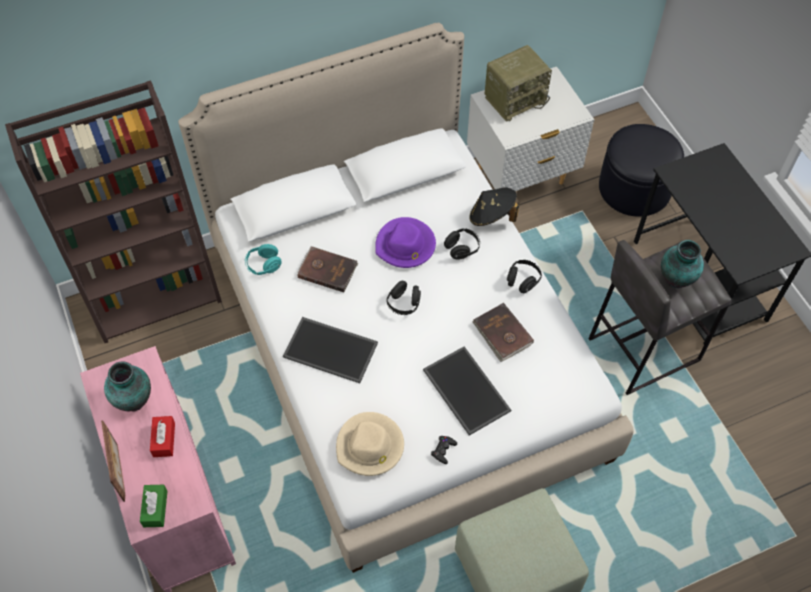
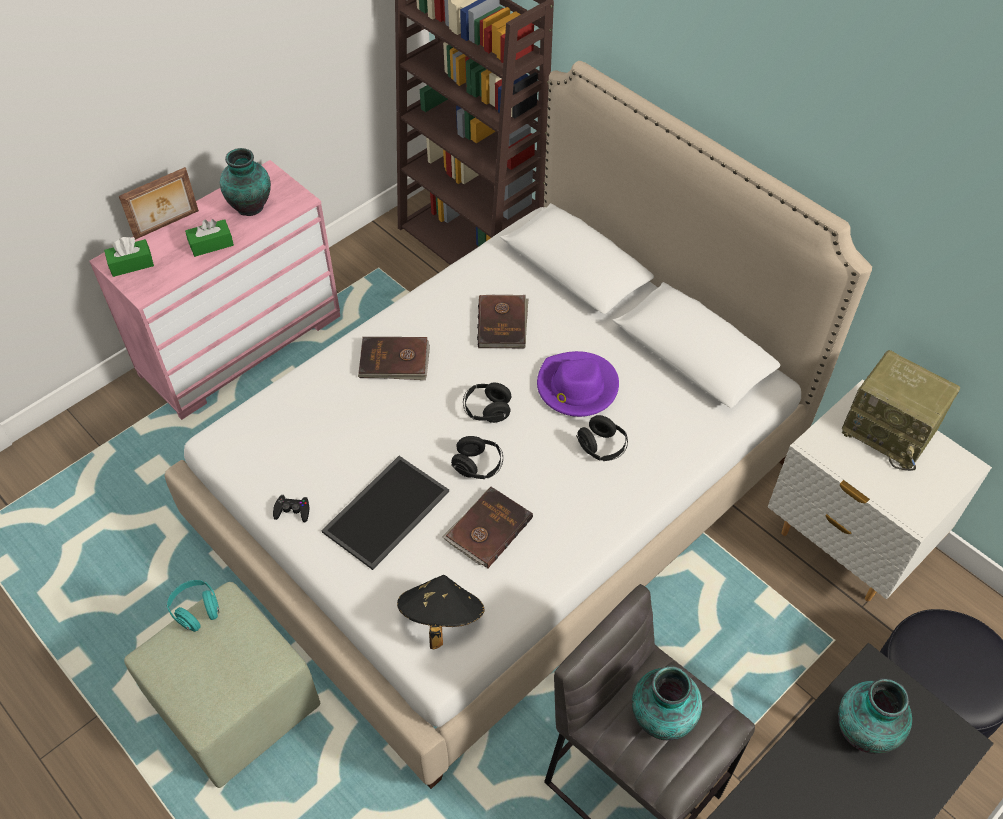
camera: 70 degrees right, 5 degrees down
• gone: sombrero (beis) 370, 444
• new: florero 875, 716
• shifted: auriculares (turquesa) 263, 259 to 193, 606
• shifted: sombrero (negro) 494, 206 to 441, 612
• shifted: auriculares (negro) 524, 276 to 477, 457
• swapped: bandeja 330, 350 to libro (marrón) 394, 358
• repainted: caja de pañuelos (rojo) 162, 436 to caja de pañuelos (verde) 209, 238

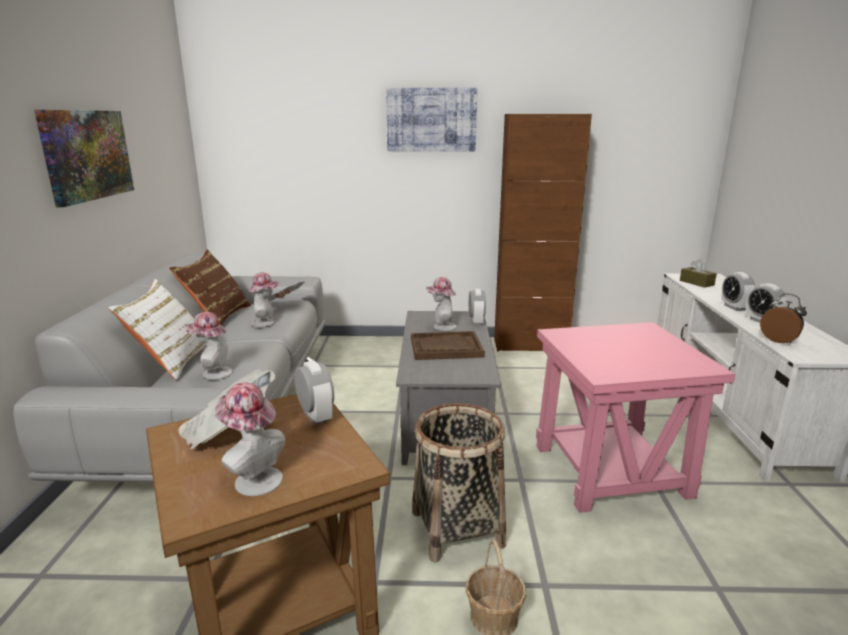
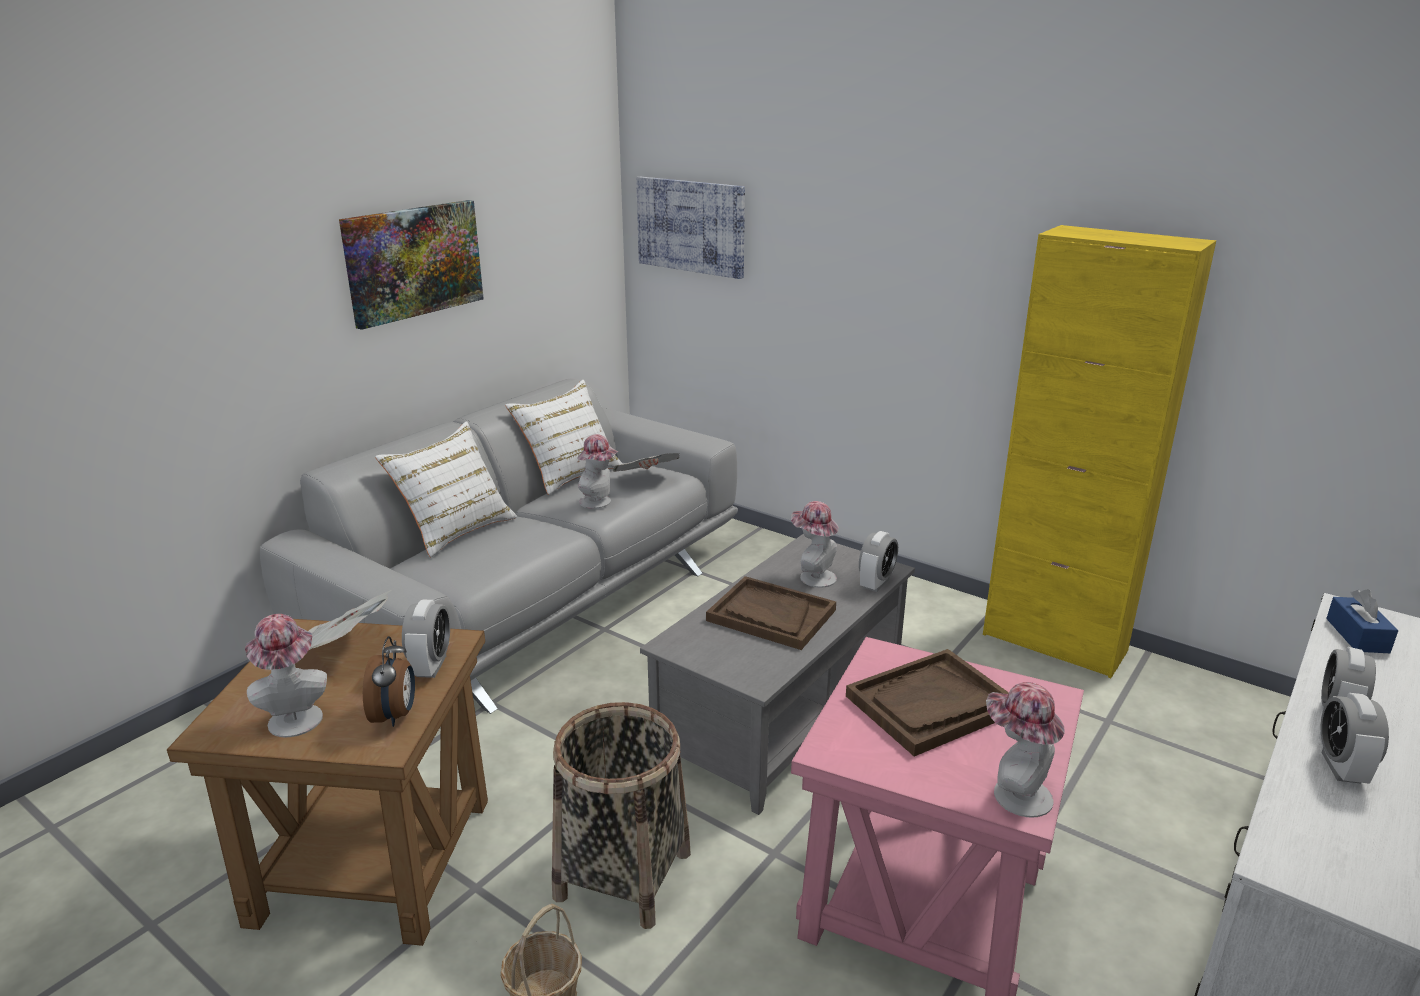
camera: 35 degrees right, 5 degrees up
• new: bandeja (marrón) 927, 702
• shifted: sombrero 209, 346 to 1025, 750
• shifted: cuadro 431, 120 to 690, 228
• shifted: despertador 783, 318 to 389, 681
• repainted: cojín (marrón) 210, 287 to cojín (blanco) 564, 437
• repainted: armario (marrón) 543, 233 to armario (amarillo) 1099, 451
• repainted: caja de pañuelos (marrón) 698, 273 to caja de pañuelos (azul) 1362, 621

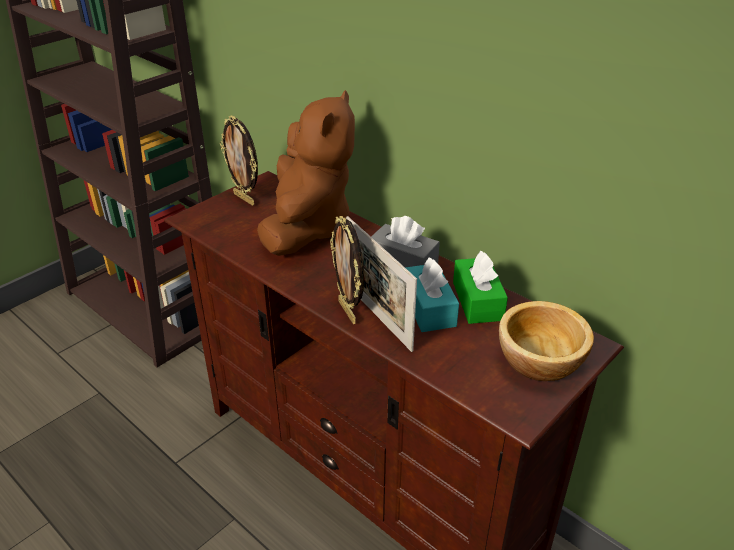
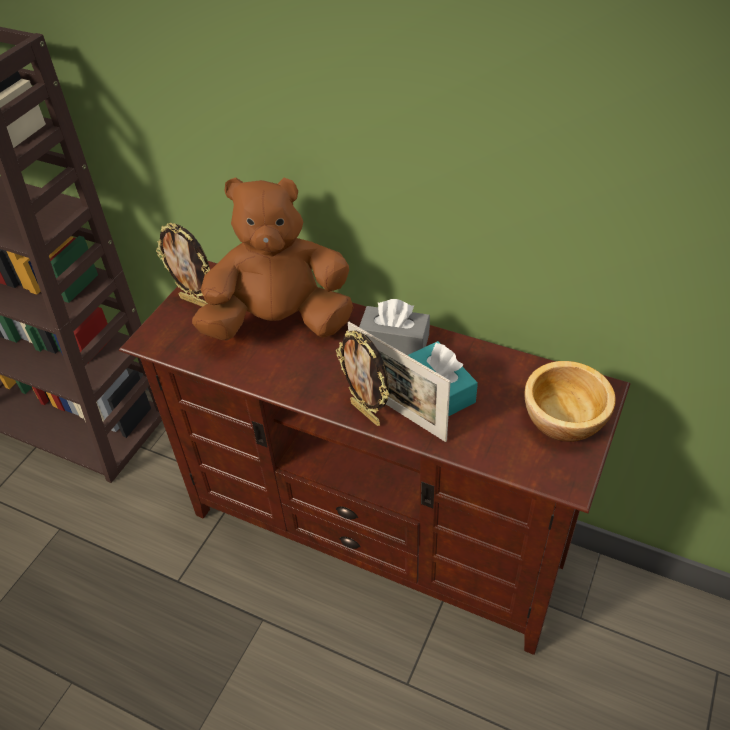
camera: 15 degrees left, 10 degrees up
• gone: caja de pañuelos (verde) 480, 287
• rotated: peluche (marrón) 306, 173 = 273, 258 90 degrees counterclockwise

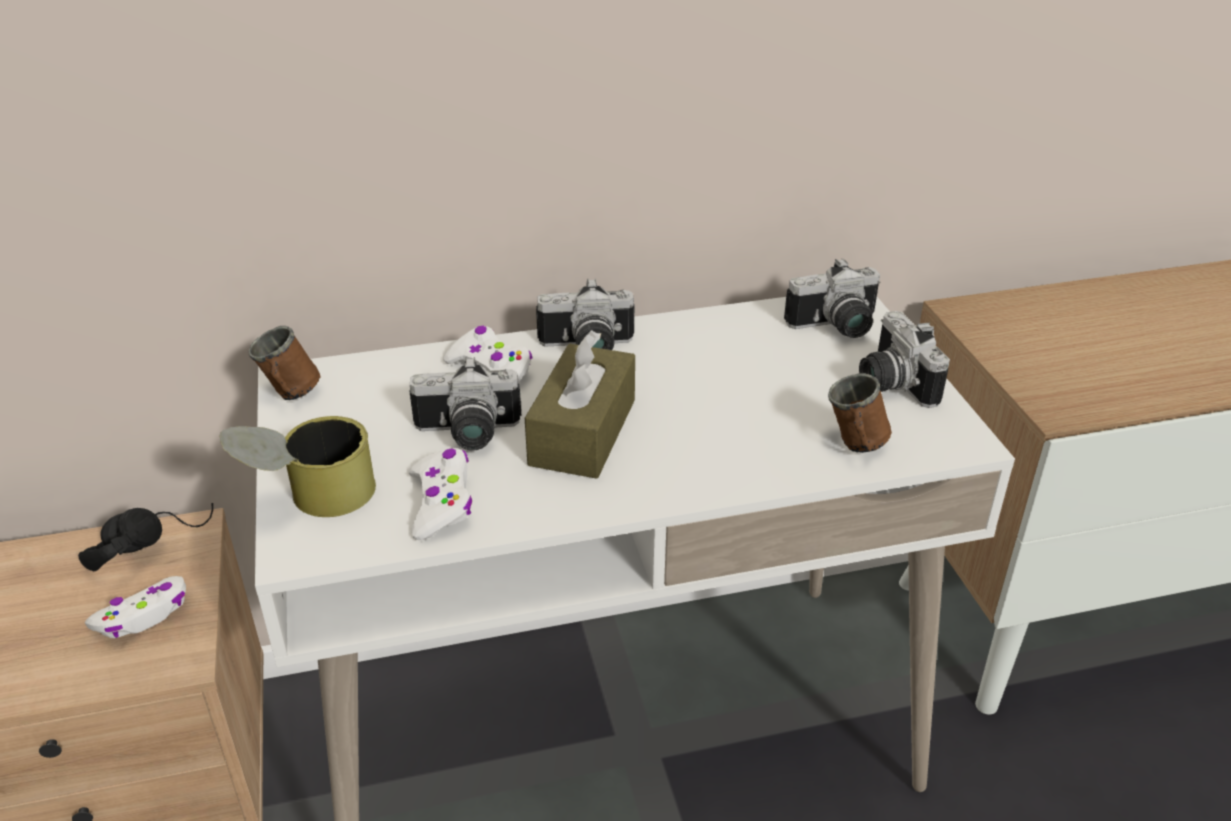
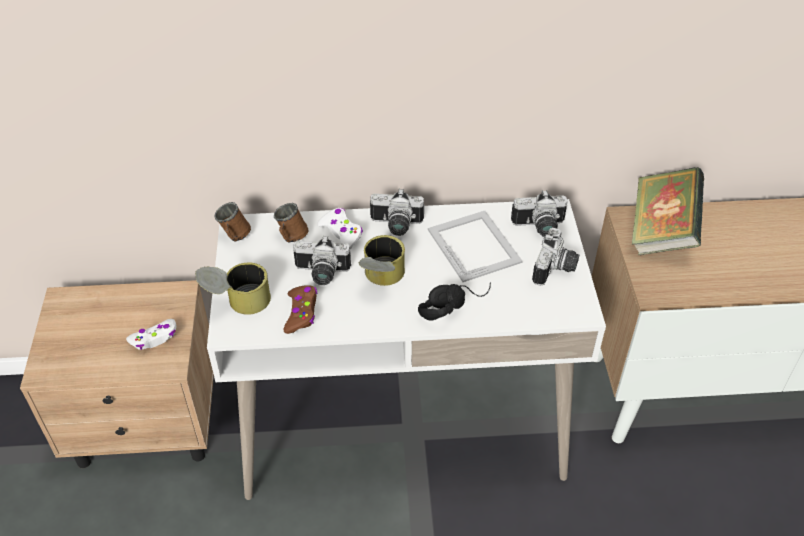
camera: 10 degrees right, 10 degrees up
• new: portarretratos 475, 246
• new: libro 668, 211
• shifted: auriculares (negro) 145, 537 to 454, 302
• shifted: taza grande (marrón) 860, 413 to 291, 223
• swapped: caja de pañuelos (marrón) 580, 404 to lata 381, 260
• repainted: mando de consola (blanco) 440, 494 to mando de consola (marrón) 300, 309
• rotated: cámara 904, 359 = 555, 257 150 degrees counterclockwise

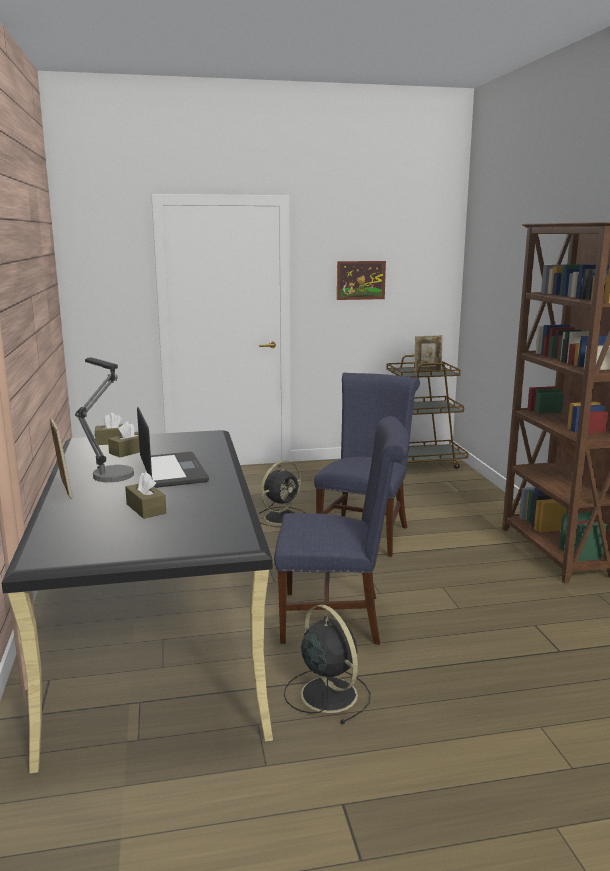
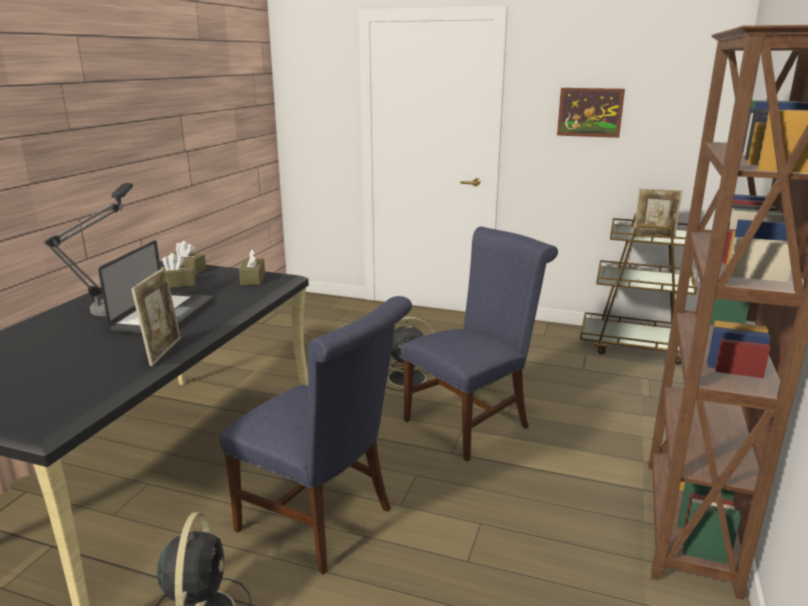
camera: 30 degrees right, 5 degrees up
• shifted: portarretratos 61, 458 to 156, 317
• shifted: caja de pañuelos (marrón) 145, 495 to 252, 267

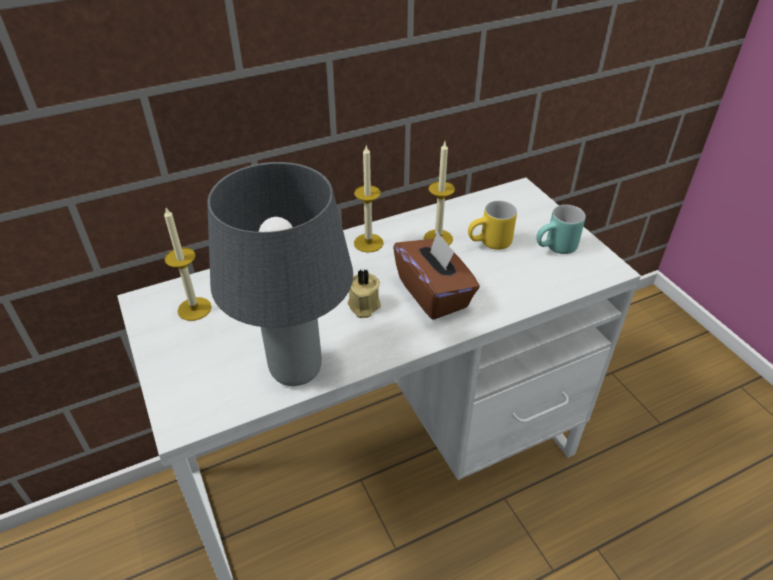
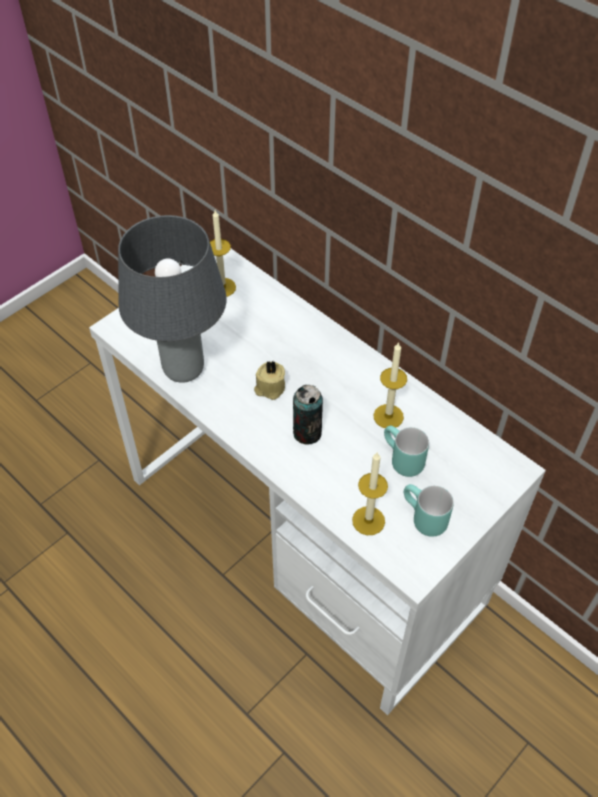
camera: 70 degrees right, 10 degrees up
• shifted: vela 368, 198 to 370, 493
• swapped: caja de pañuelos (marrón) 436, 275 to lata 308, 415
• repainted: taza grande (amarillo) 492, 225 to taza grande (turquesa) 406, 451

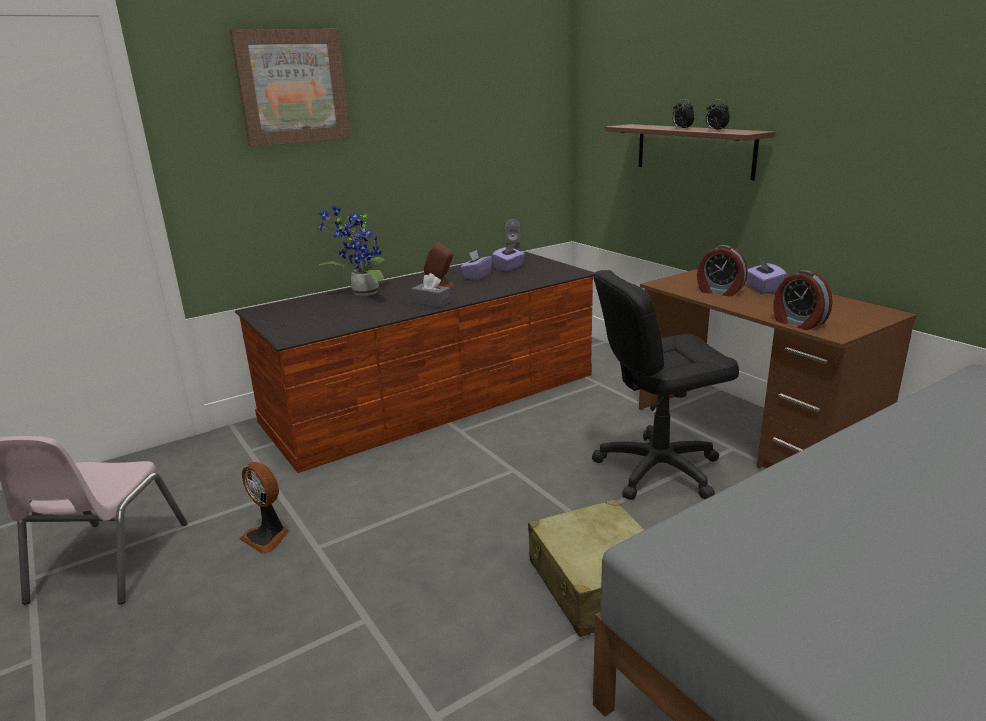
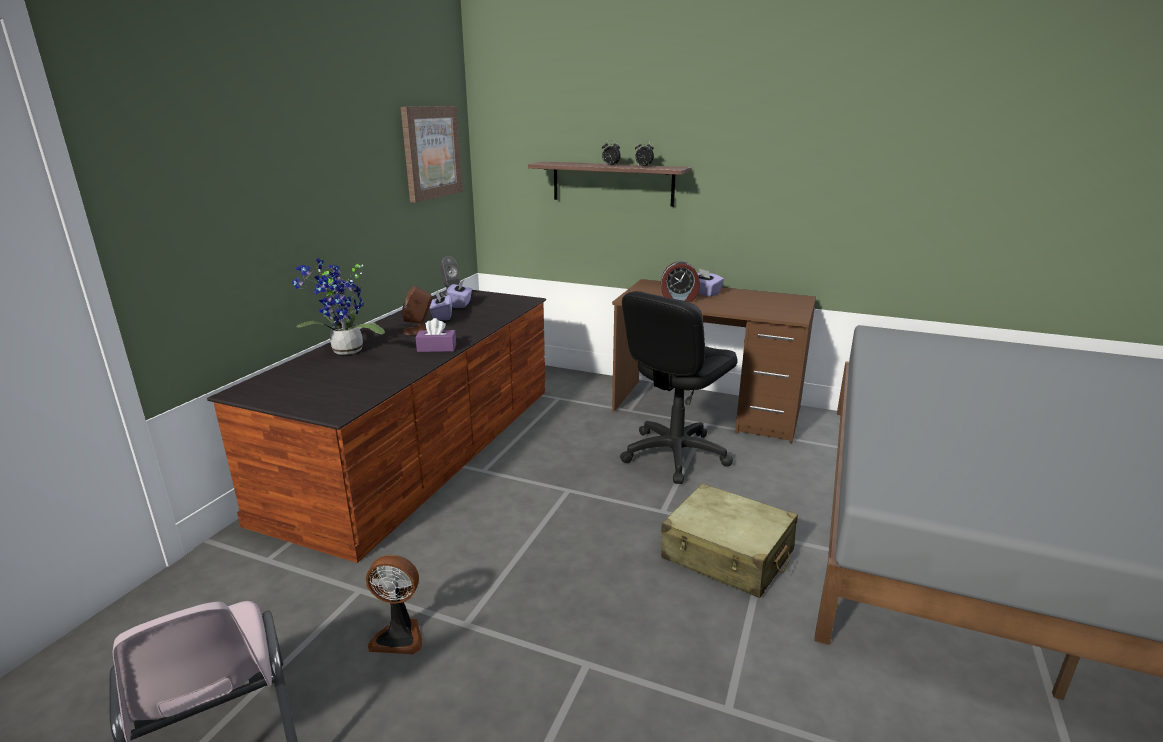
camera: 35 degrees left, 0 degrees up
• gone: despertador 803, 300
• shifted: cuadro 290, 88 to 432, 154
• repainted: caja de pañuelos (gris) 431, 290 to caja de pañuelos (morado) 436, 335

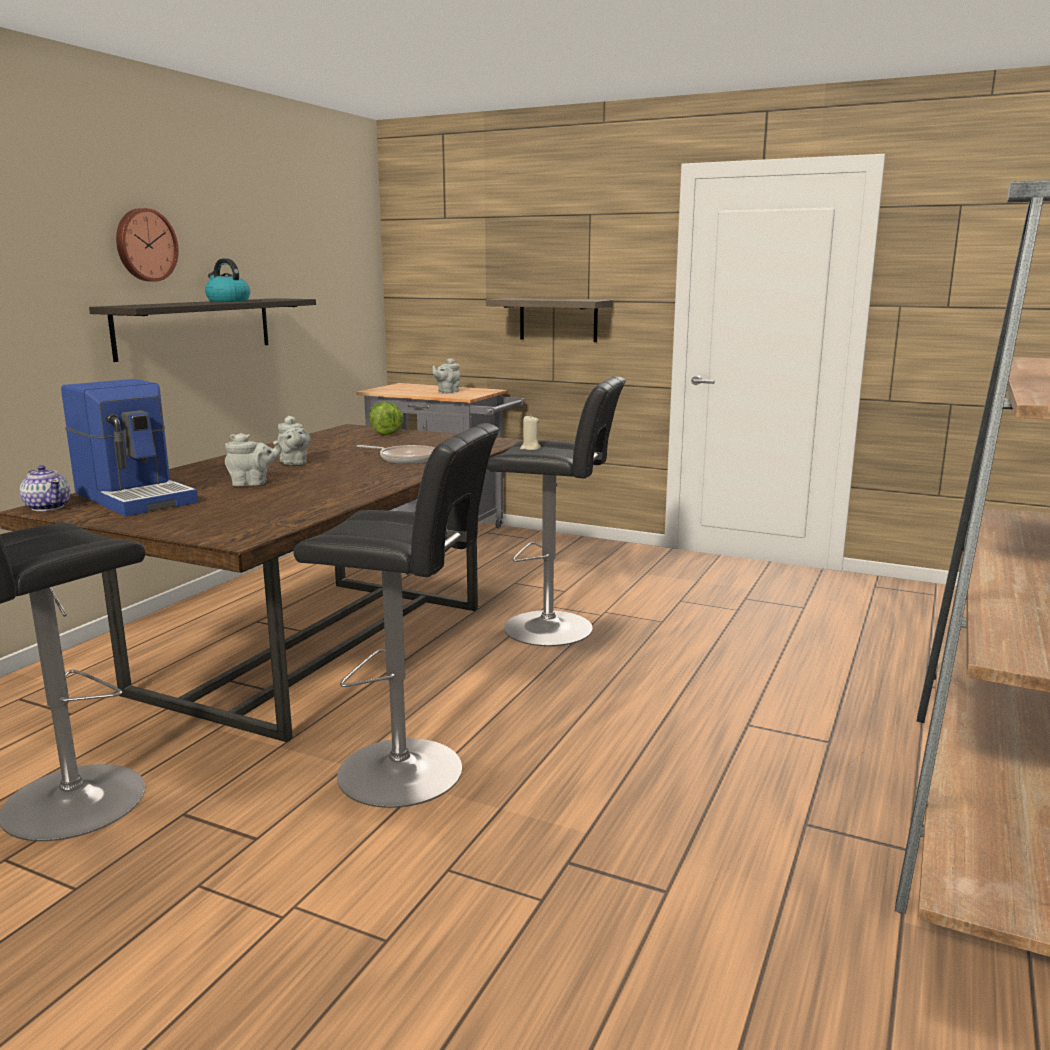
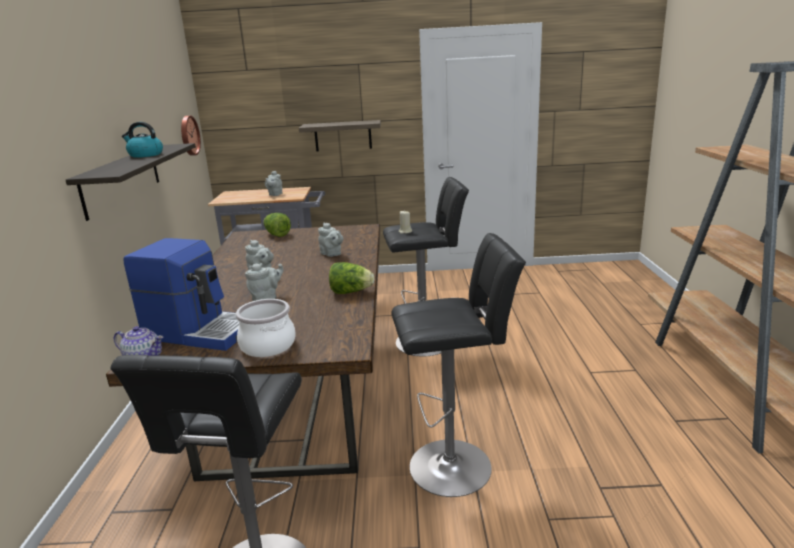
camera: 25 degrees left, 5 degrees up
• new: olla 266, 328
• new: lechuga 352, 278
• shifted: reloj de pared 147, 245 to 191, 136
• swapped: sartén 395, 454 to tetera (gris) 330, 240

